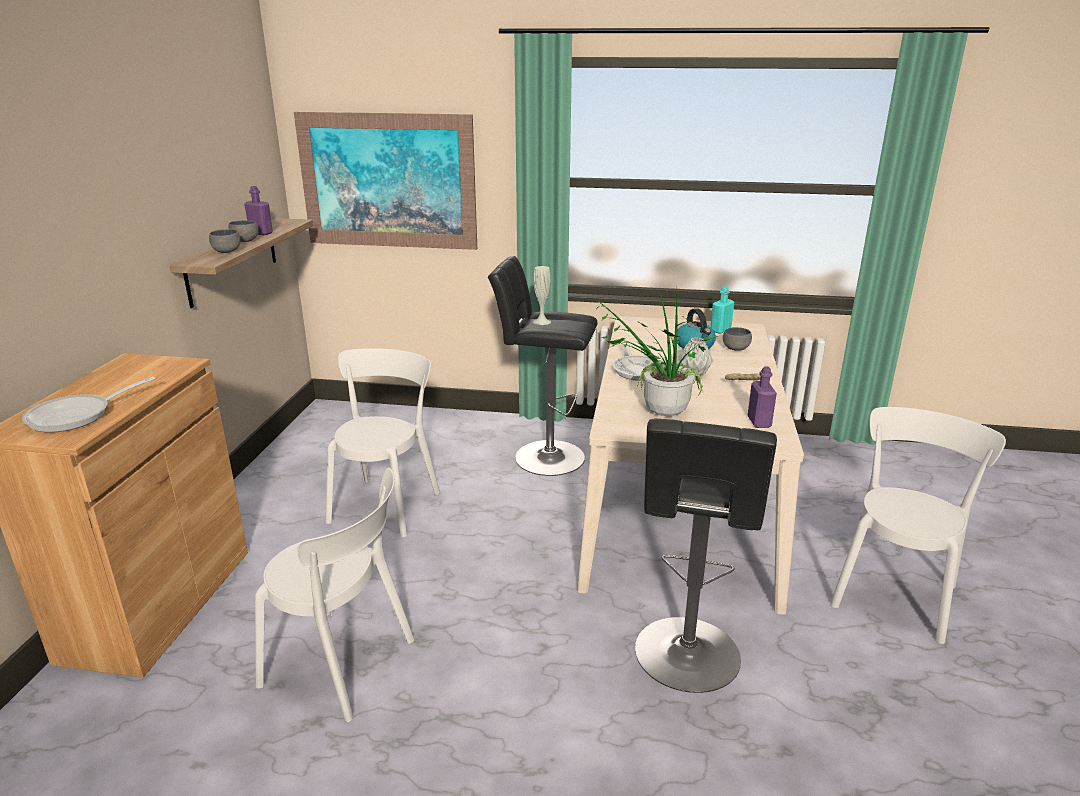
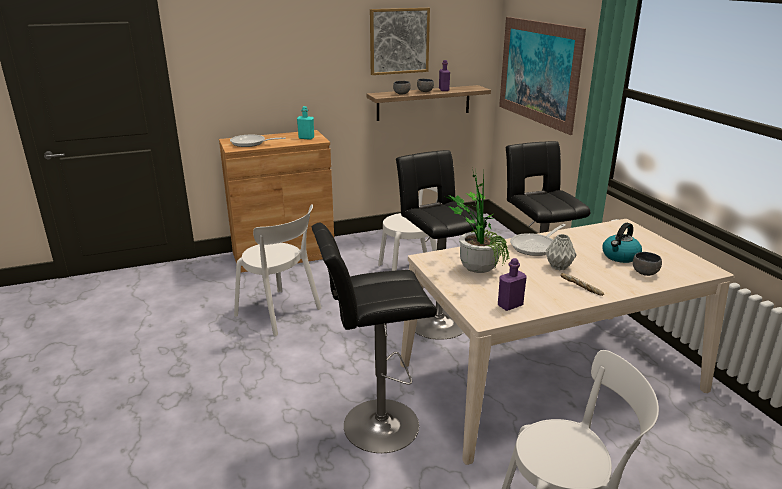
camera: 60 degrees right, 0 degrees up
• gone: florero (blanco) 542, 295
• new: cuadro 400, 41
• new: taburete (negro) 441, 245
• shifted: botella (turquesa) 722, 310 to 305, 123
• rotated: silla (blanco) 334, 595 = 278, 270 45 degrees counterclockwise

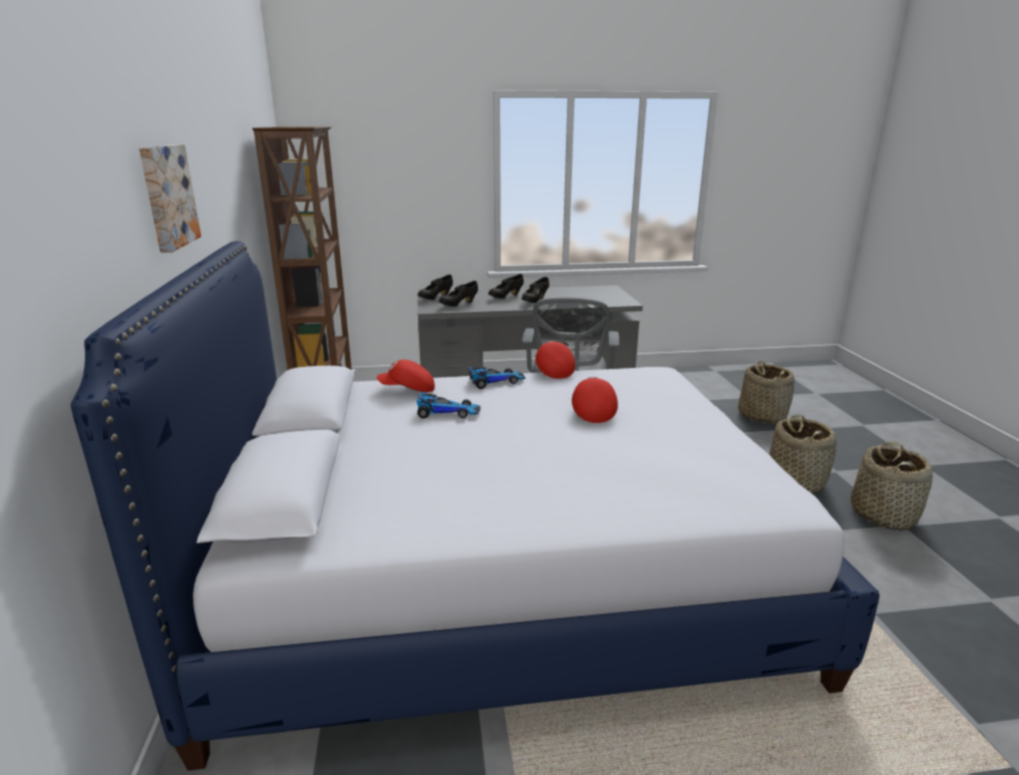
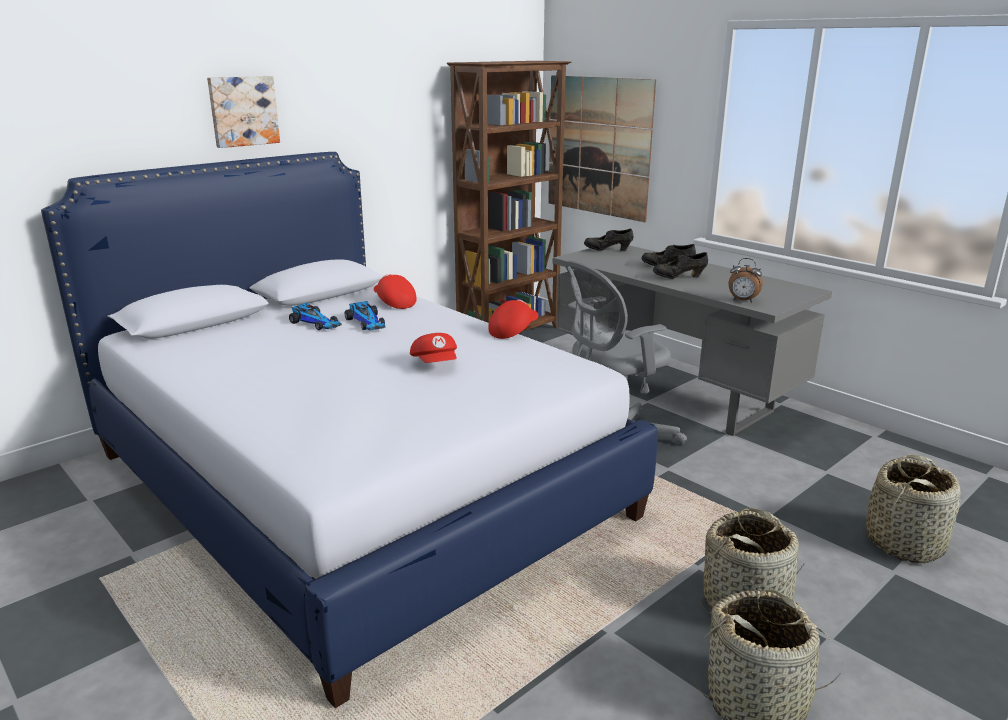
camera: 55 degrees right, 0 degrees up
• gone: zapato (negro) 458, 294
• new: cuadro 602, 148
• new: despertador 746, 280
• shifted: coche de juguete 497, 378 to 315, 316
• rotated: gorra (rojo) 595, 400 = 433, 348 105 degrees clockwise

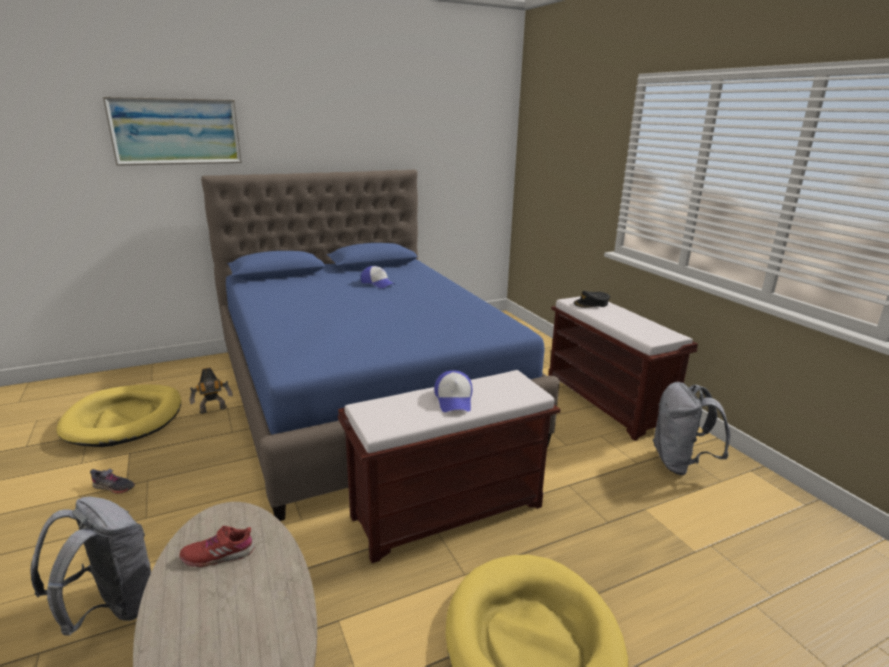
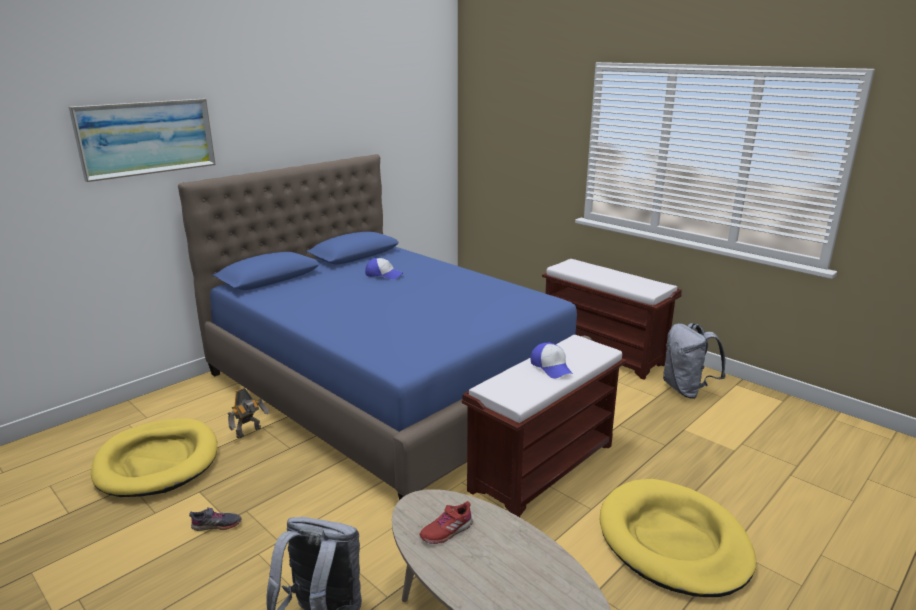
camera: 20 degrees left, 0 degrees up
• gone: gorra (negro) 592, 299

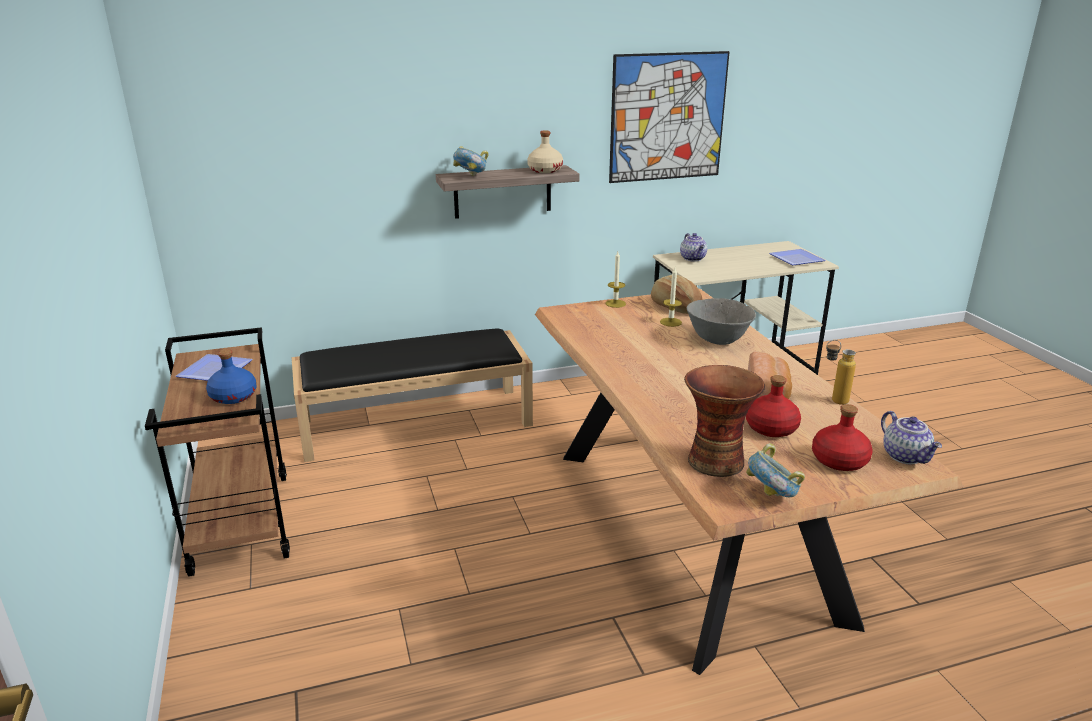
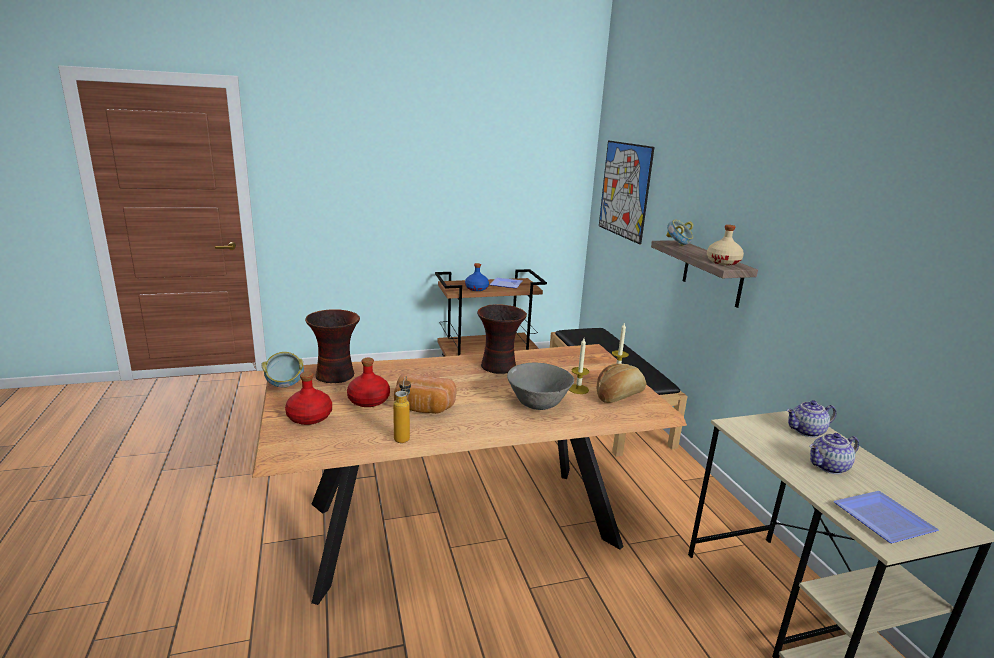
camera: 90 degrees right, 5 degrees down
• new: florero 502, 339
• shifted: cuadro 669, 117 to 627, 193
• shifted: tetera 911, 437 to 834, 453

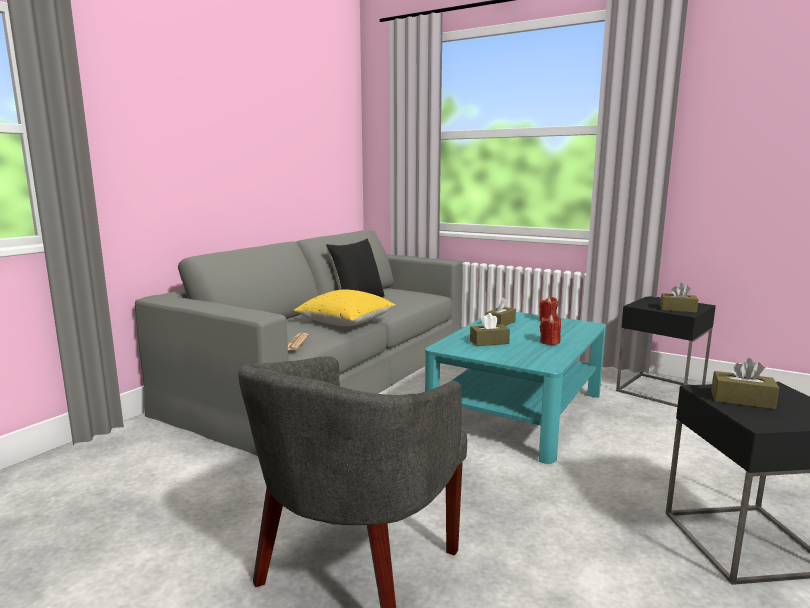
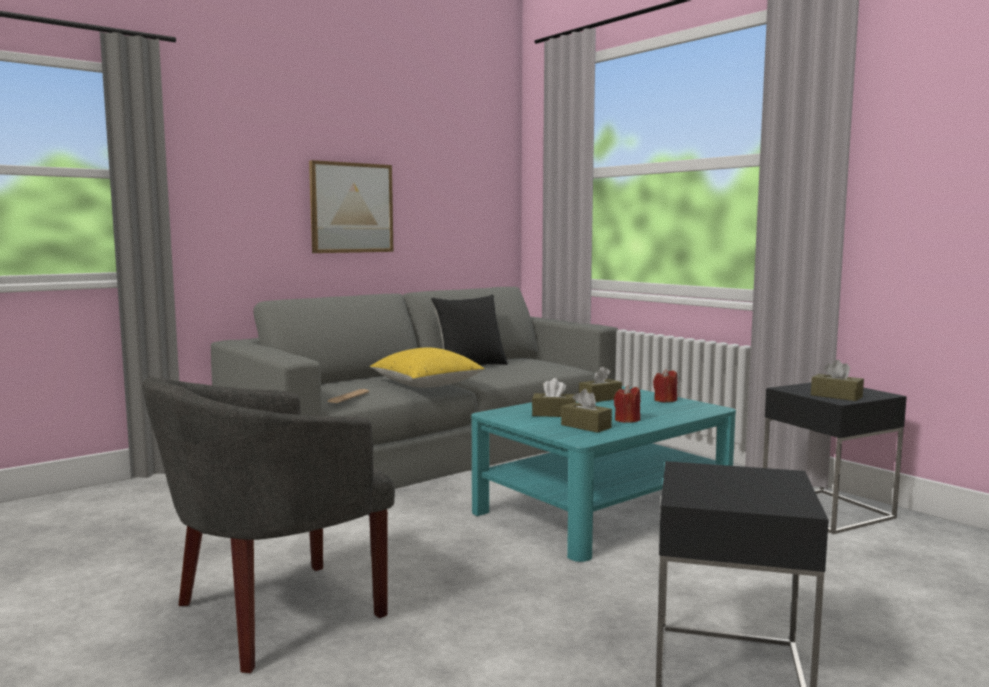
camera: 20 degrees right, 5 degrees down
• new: cuadro 351, 206
• shifted: caja de pañuelos (marrón) 745, 383 to 586, 411

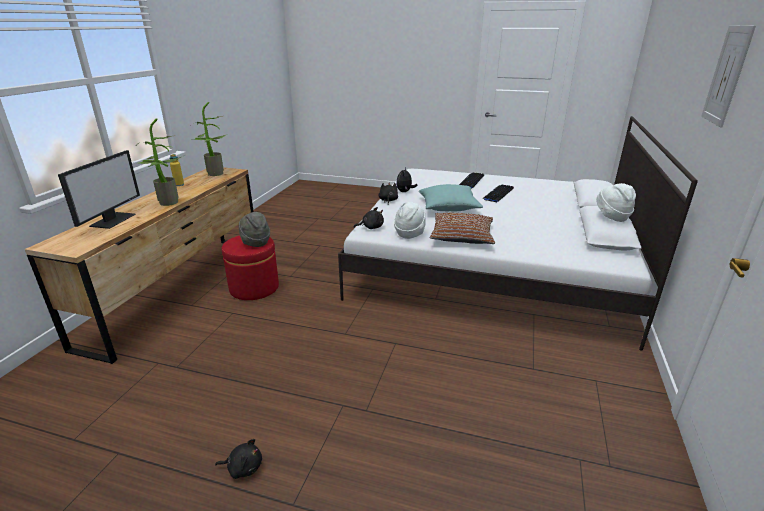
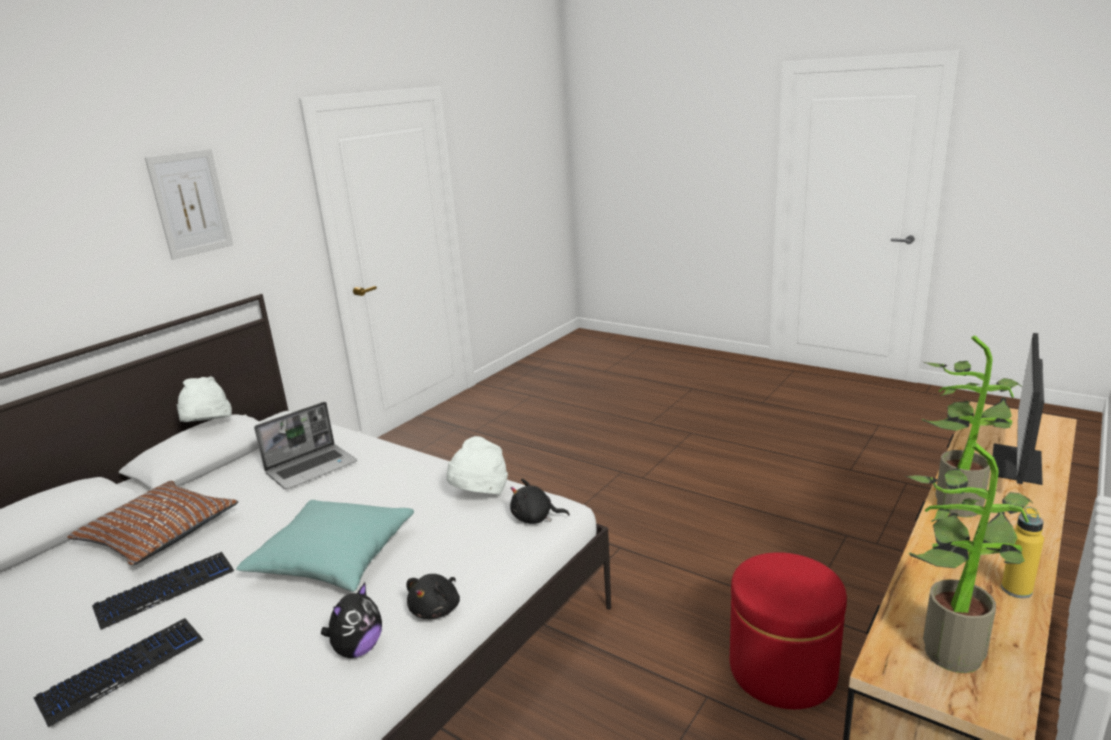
camera: 160 degrees left, 5 degrees down
• gone: peluche (negro) 238, 459
• gone: sombrero (gris) 254, 229
• new: portátil 305, 446
• shifted: cojín (marrón) 462, 228 to 153, 523

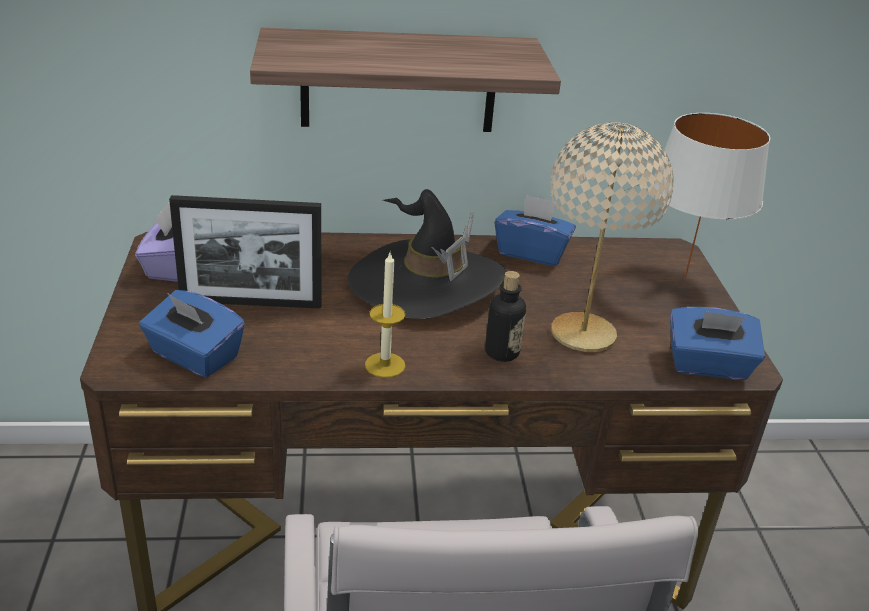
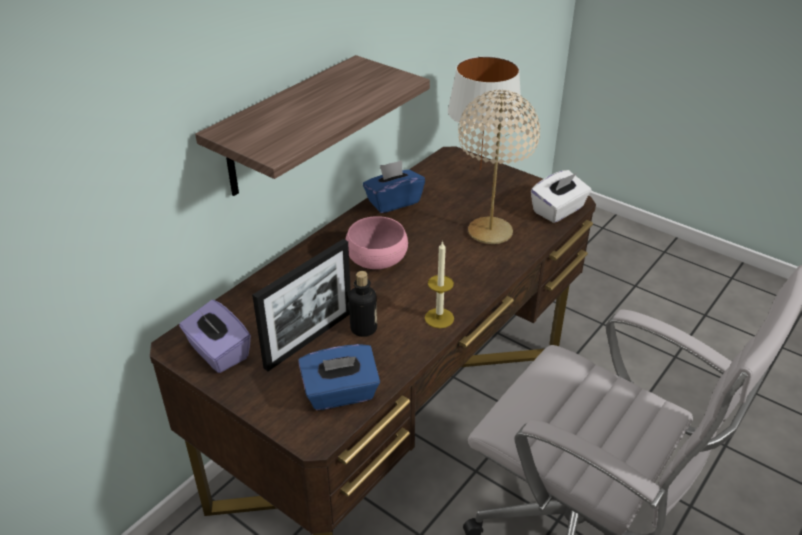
camera: 45 degrees left, 5 degrees up
• shifted: botella 505, 316 to 363, 304
• swapped: sombrero (negro) 427, 254 to cuenco (rosa) 376, 242
• repainted: caja de pañuelos (azul) 717, 343 to caja de pañuelos (blanco) 561, 196

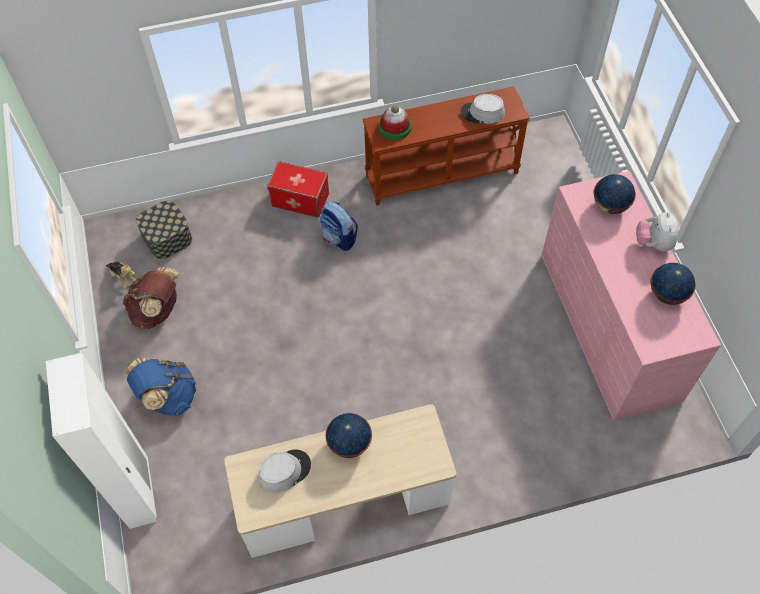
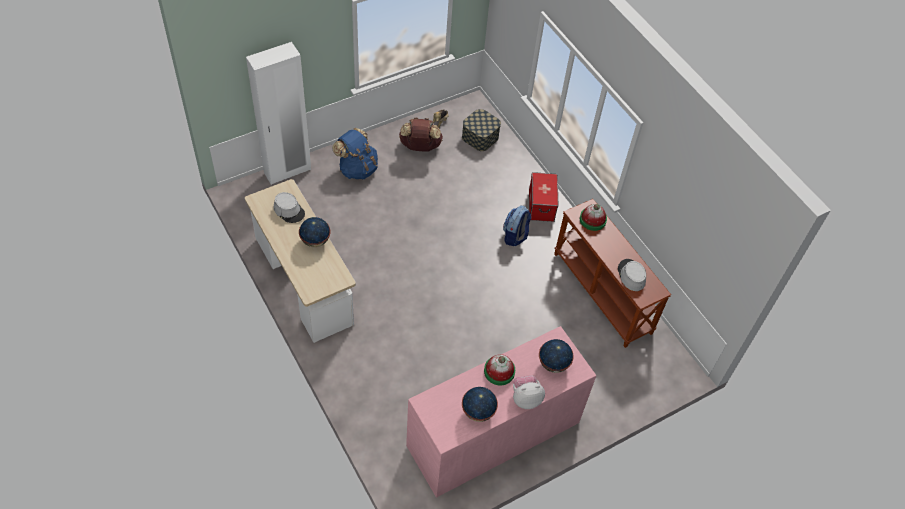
camera: 70 degrees right, 5 degrees down
• new: sombrero 499, 370

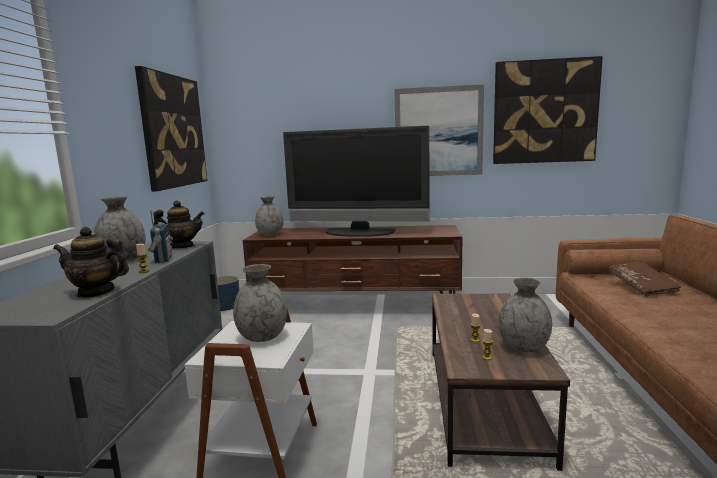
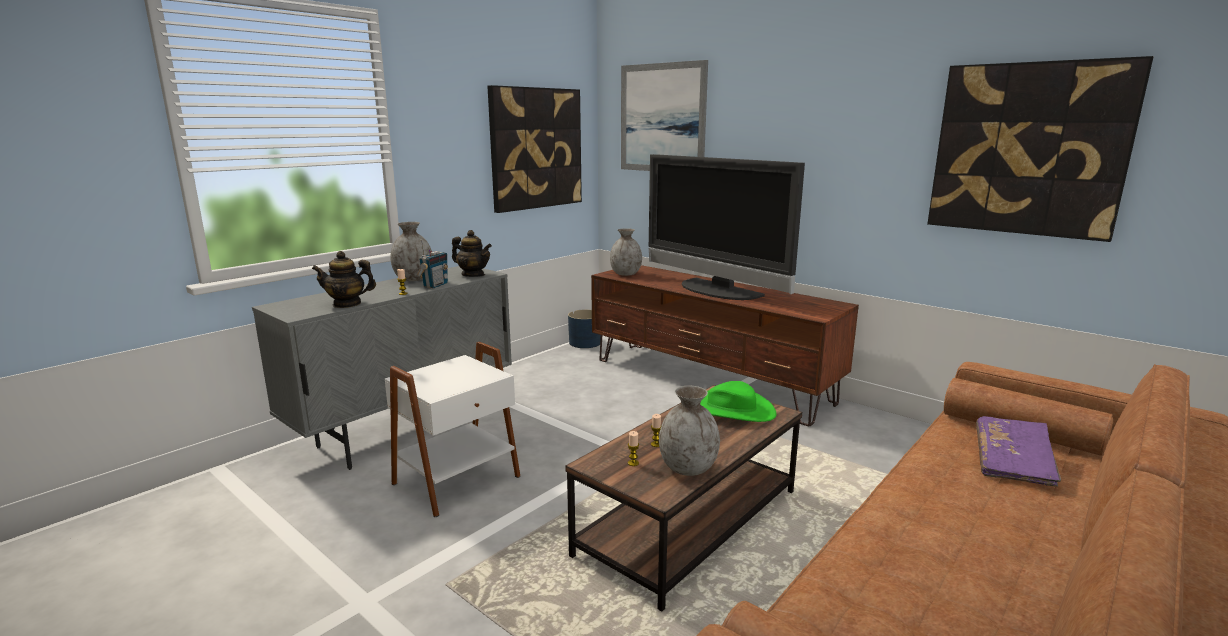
camera: 35 degrees right, 5 degrees up
• gone: florero (gris) 260, 303
• new: sombrero (verde) 738, 401
• shifted: cuadro 439, 130 to 664, 115
• repainted: libro (marrón) 645, 278 to libro (morado) 1018, 451
• rotated: tetera 91, 262 = 344, 279 45 degrees counterclockwise

